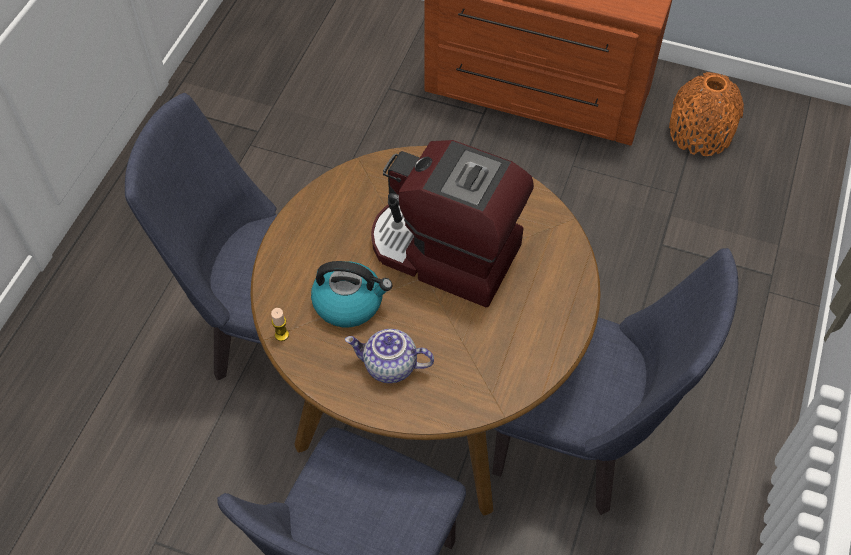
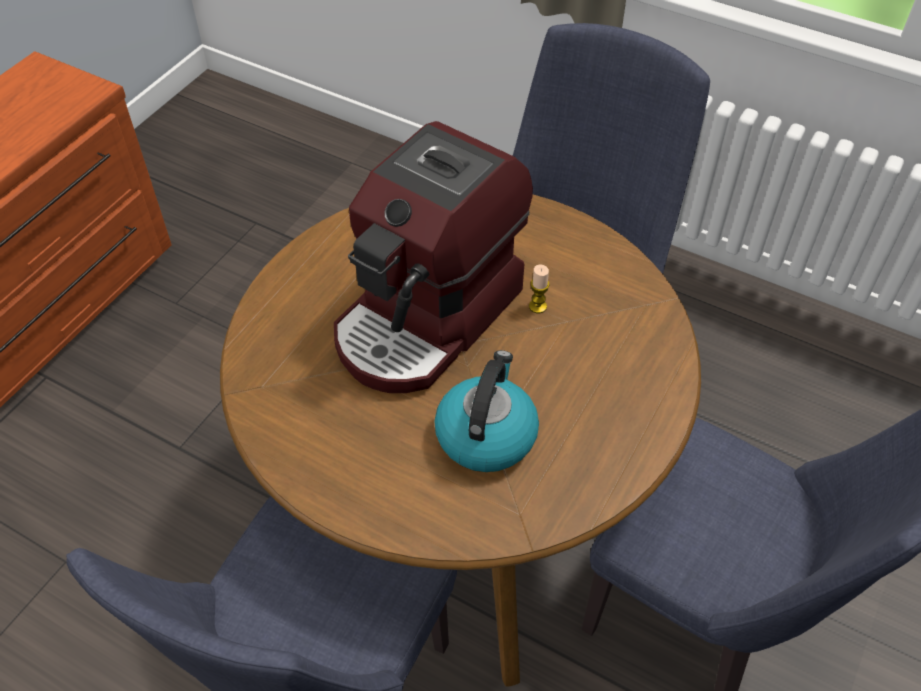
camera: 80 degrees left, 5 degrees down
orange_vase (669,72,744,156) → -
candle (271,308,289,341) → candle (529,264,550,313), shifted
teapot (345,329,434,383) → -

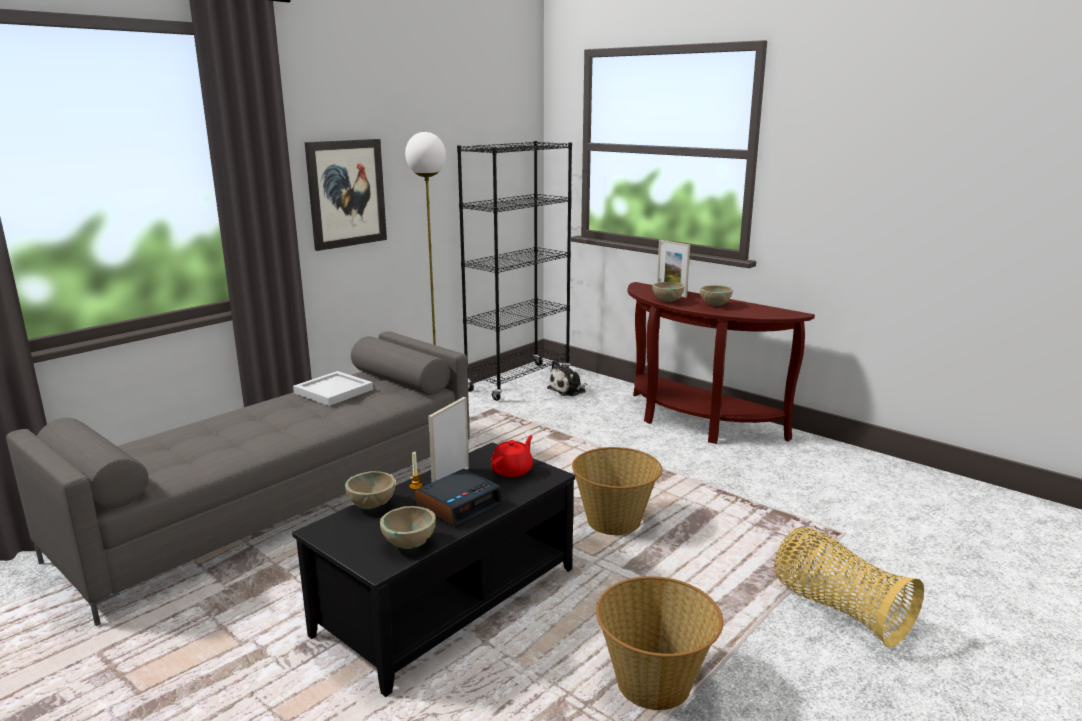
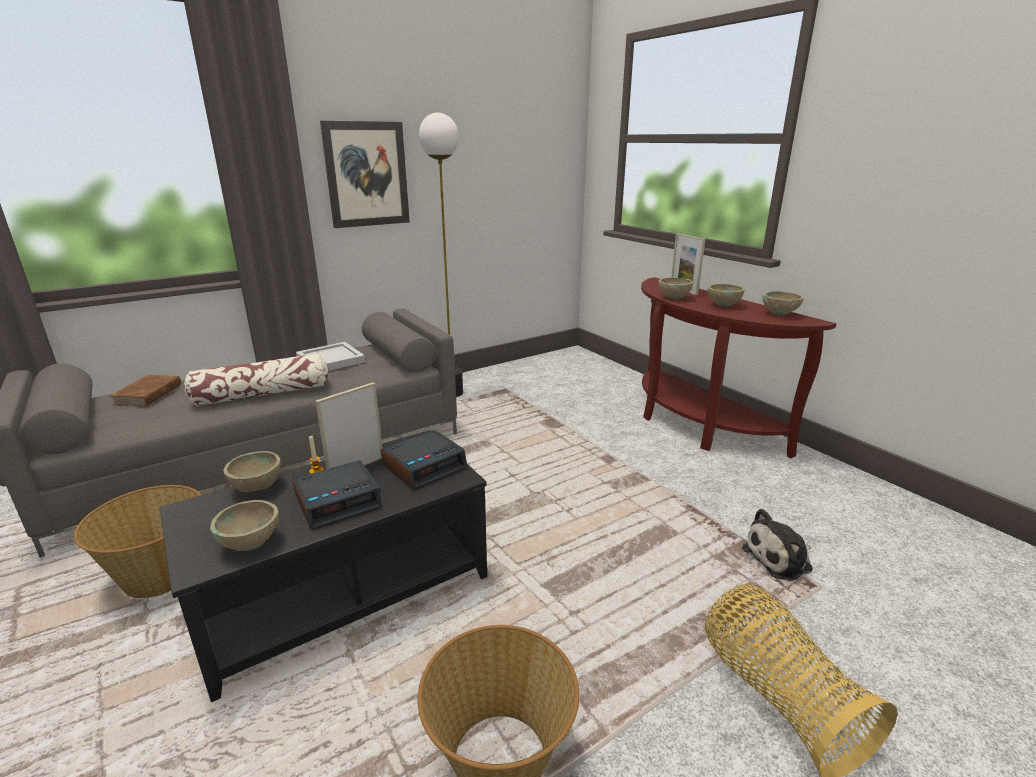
camera: 15 degrees right, 5 degrees up
black_bookcase (457,141,572,401) → -
plush_toy (547,361,587,396) → plush_toy (742,509,813,581), shifted
red_teapot (491,435,533,477) → alarm_clock (381,430,467,490)
basket (572,447,662,535) → basket (74,485,201,598), shifted
- → beige_bowl (763,291,804,315)
- → pillow (184,353,328,406)
- → brown_book (110,375,181,406)

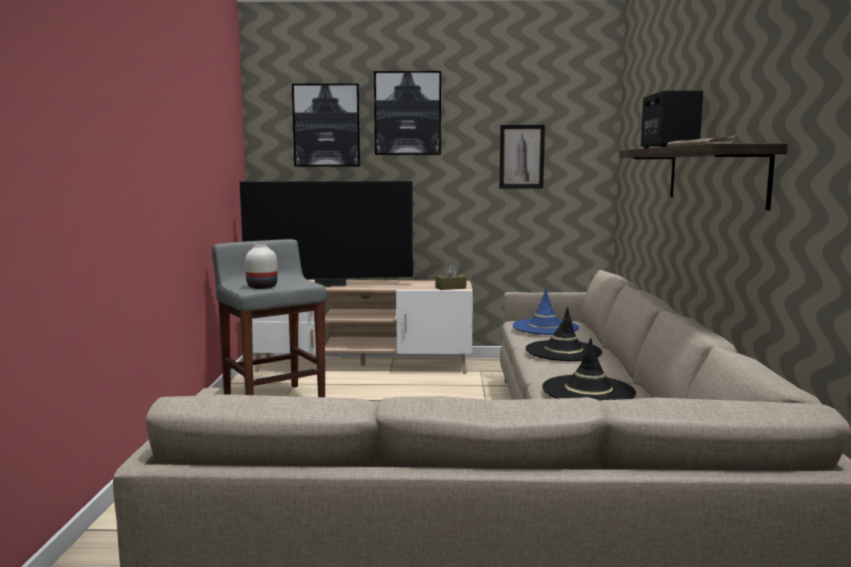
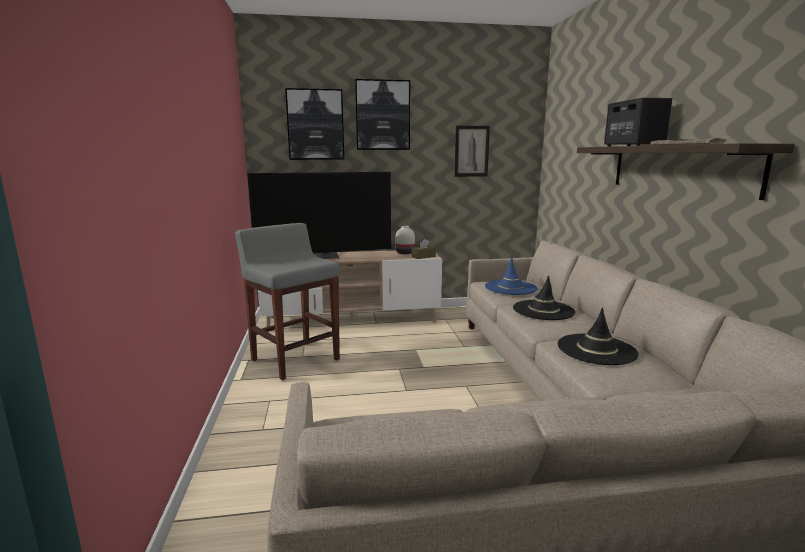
camera: 10 degrees left, 5 degrees up
white_vase (245,244,278,289) → white_vase (396,226,415,254), shifted

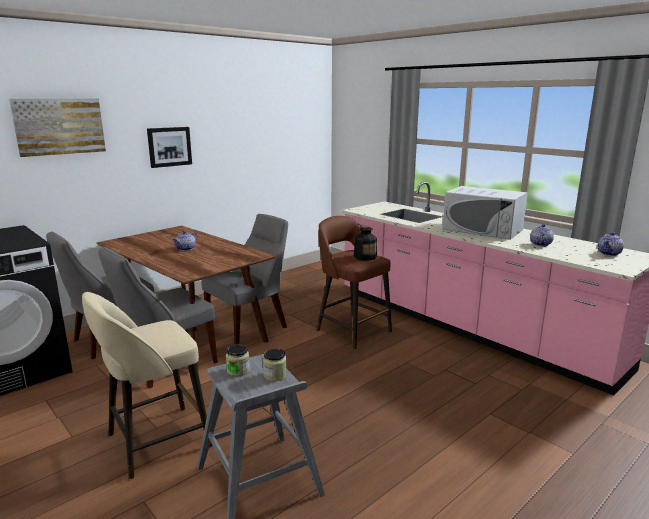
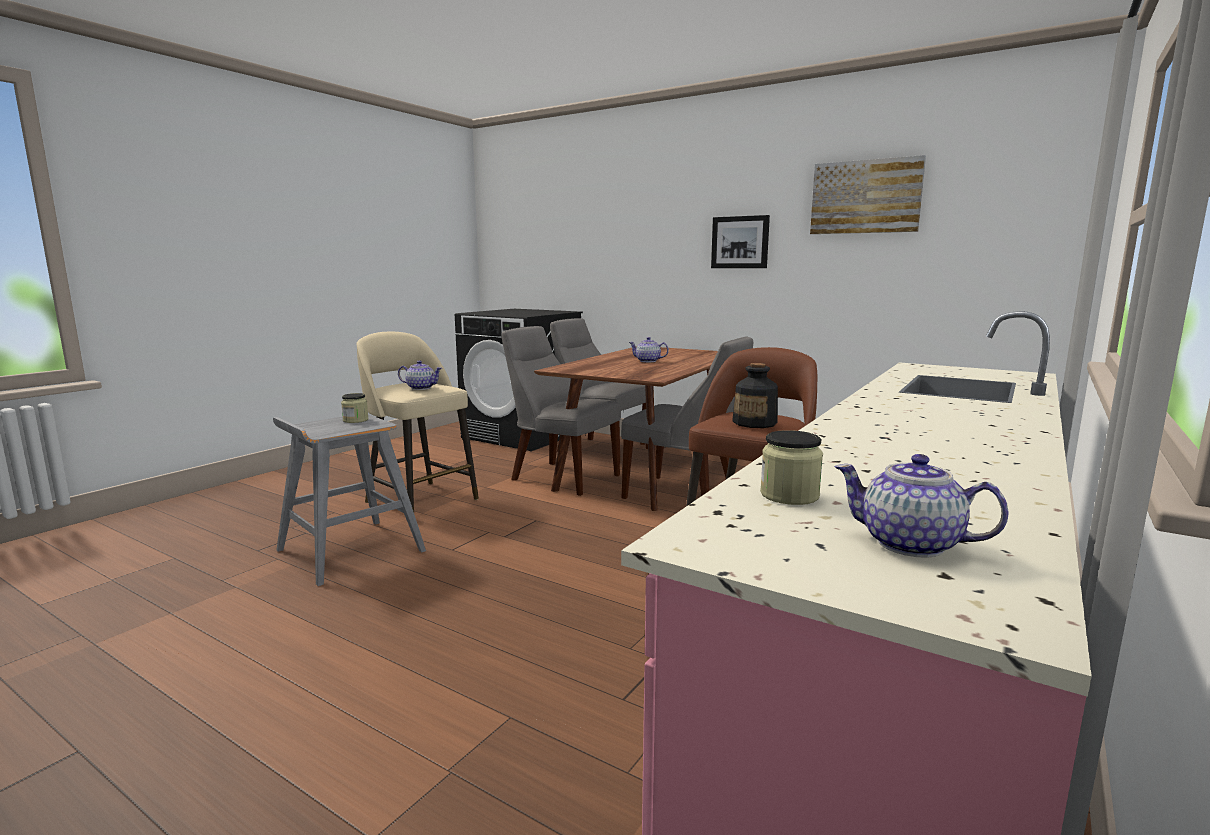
camera: 75 degrees right, 5 degrees down
picture (9,98,106,157) → picture (810,155,926,234), shifted
white_microwave (443,186,528,240) → -
teapot (530,224,554,246) → teapot (398,360,442,390), shifted
jar (263,348,287,381) → jar (760,430,823,505), shifted

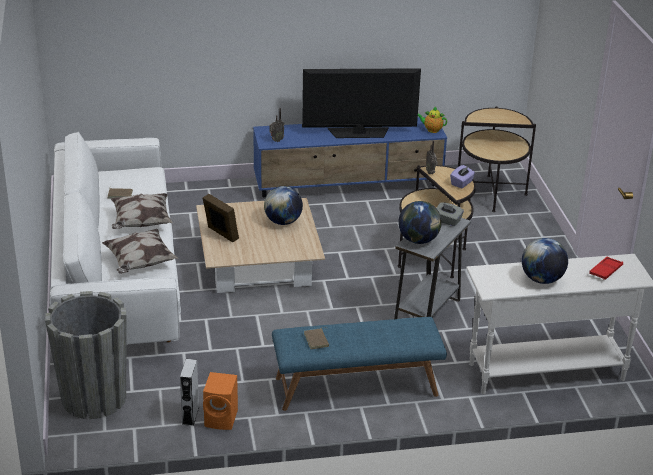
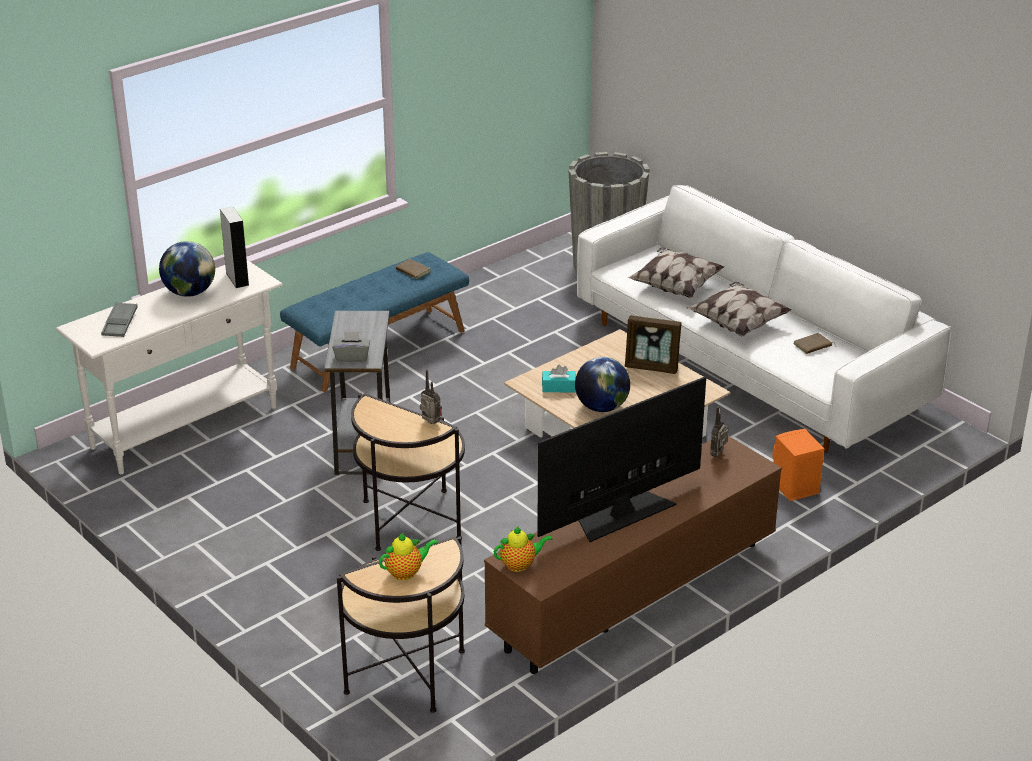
camera: 150 degrees right, 0 degrees up
blue_tv_stand (253,117,447,197) → brown_tv_stand (484,436,782,674)
purple_tissue_box (450,165,475,189) → -
globe (398,201,442,244) → -
red_tray (589,256,623,280) → grey_tray (101,302,138,337)
grey_speaker (180,359,199,426) → grey_speaker (220,206,249,288), shifted
orange_speaker (203,372,238,430) → orange_speaker (772,429,824,501), shifted
- → turquoise_tissue_box (542,364,576,392)
- → teapot (379,533,438,580)

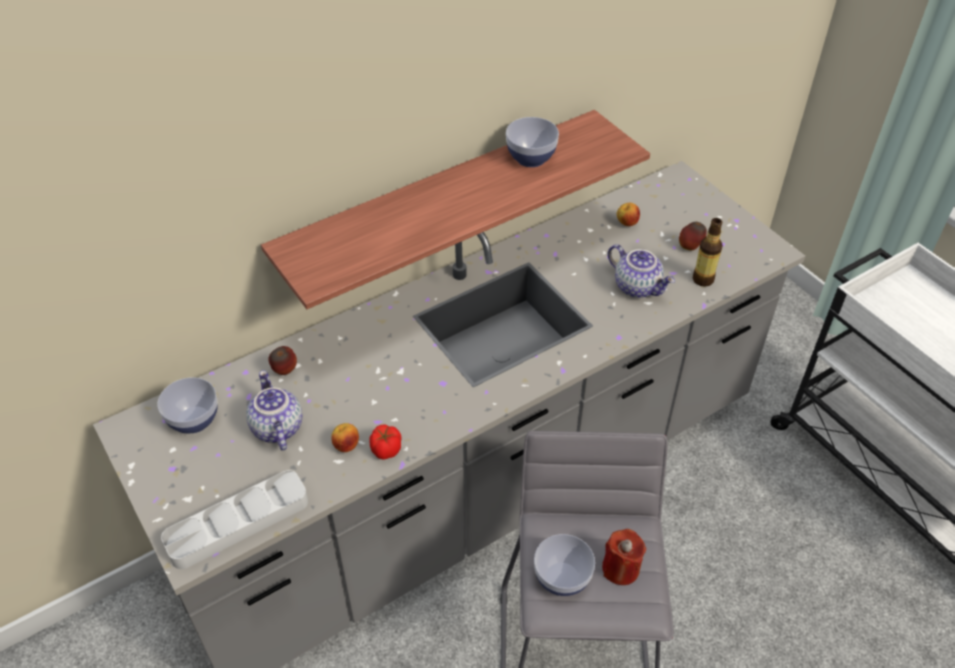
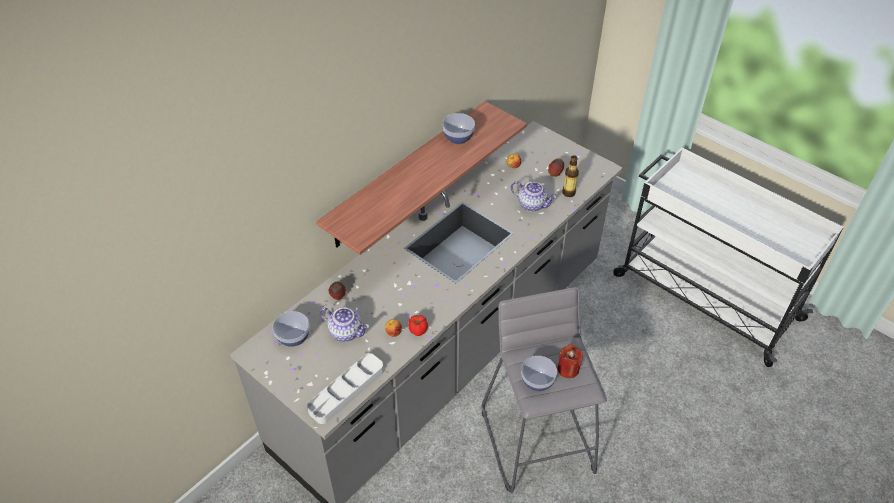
camera: 15 degrees left, 0 degrees up
teapot (246,370,302,451) → teapot (319,307,369,342), 150 degrees clockwise

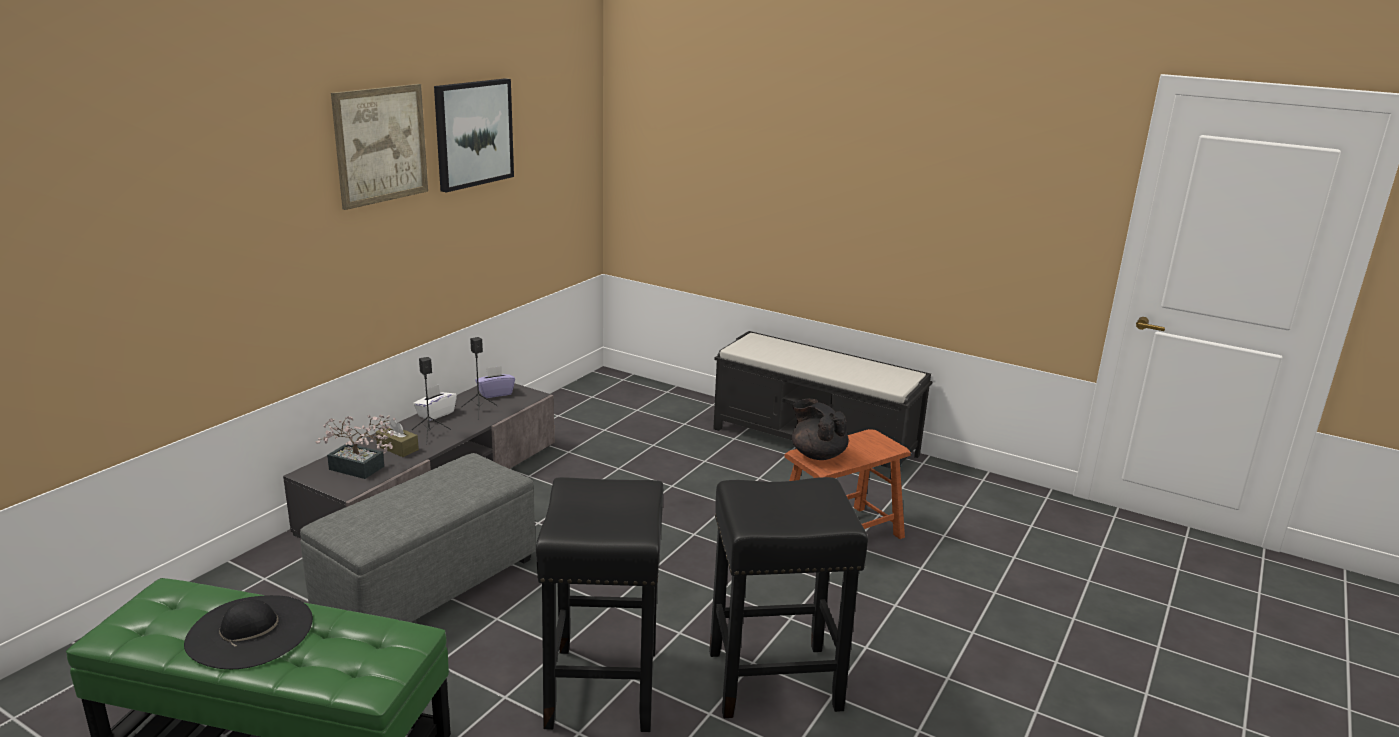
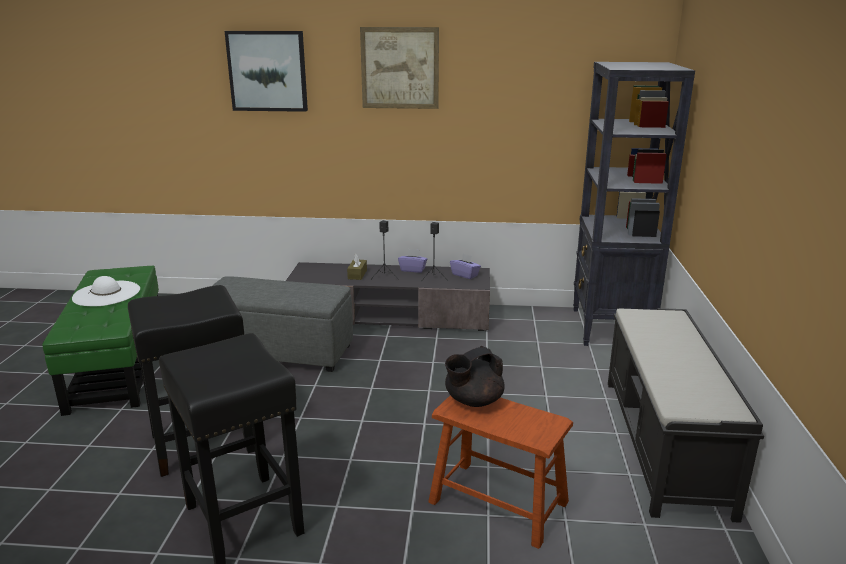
camera: 65 degrees right, 0 degrees up
picture (434,78,514,192) → picture (224,31,308,112), shifted
white_tissue_box (413,384,457,421) → purple_tissue_box (398,249,427,273)
black_teapot (792,399,849,460) → black_teapot (445,346,505,407), 150 degrees counterclockwise
potted_plant (315,414,395,479) → -
black_hat (184,595,313,669) → white_hat (72,276,140,306)
- → black_bookcase (573,62,695,346)

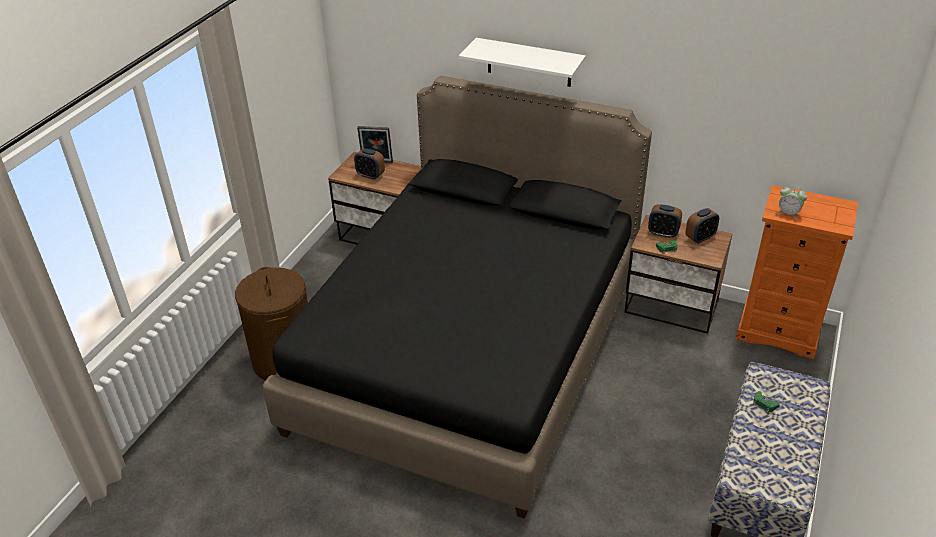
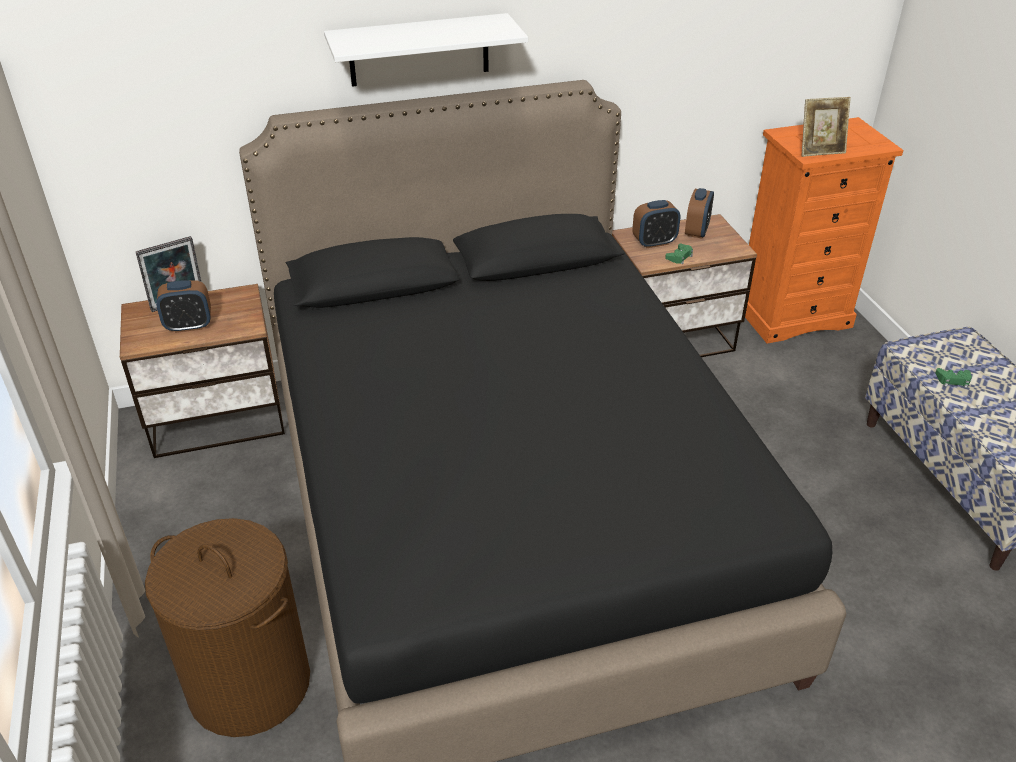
camera: 40 degrees left, 0 degrees up
alarm_clock (776,185,807,220) → picture_frame (802,97,851,157)

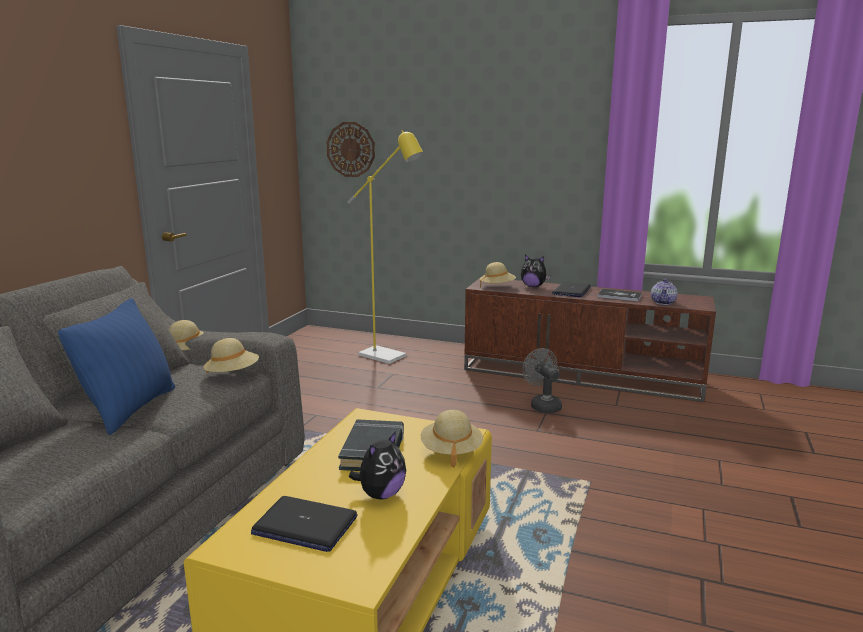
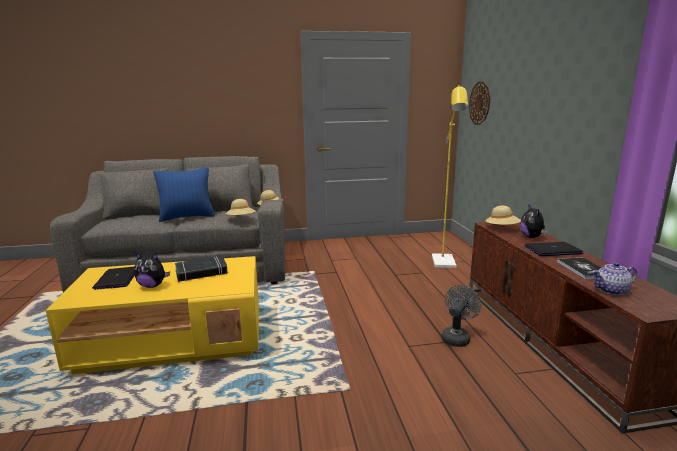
camera: 60 degrees right, 0 degrees up
beige_hat (421,410,483,468) → -

